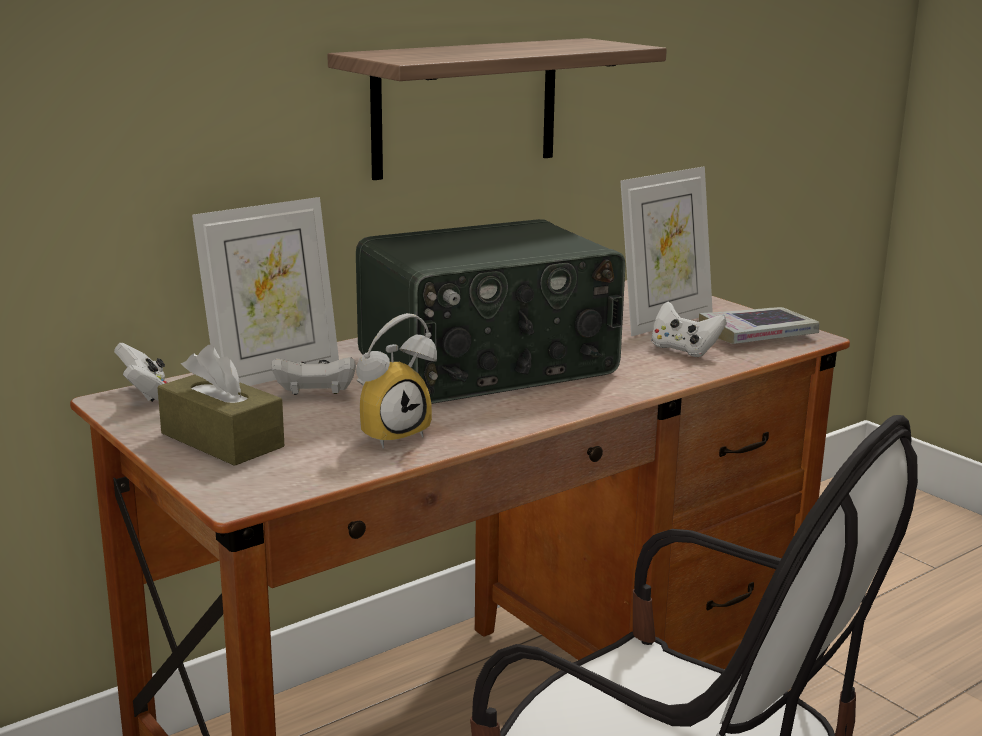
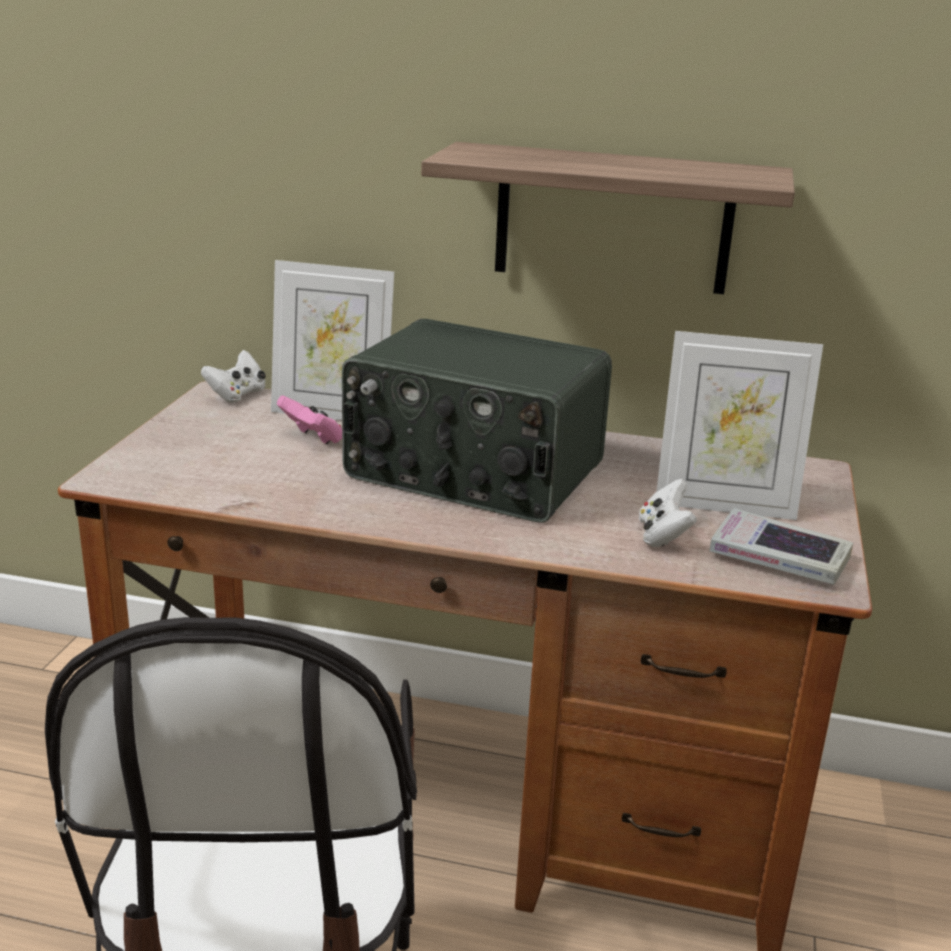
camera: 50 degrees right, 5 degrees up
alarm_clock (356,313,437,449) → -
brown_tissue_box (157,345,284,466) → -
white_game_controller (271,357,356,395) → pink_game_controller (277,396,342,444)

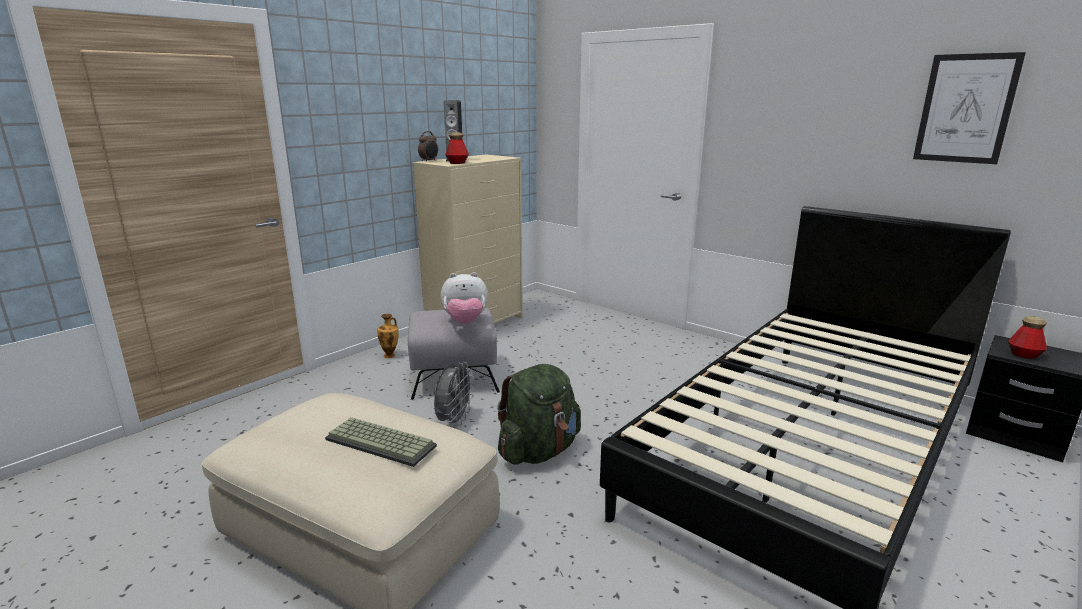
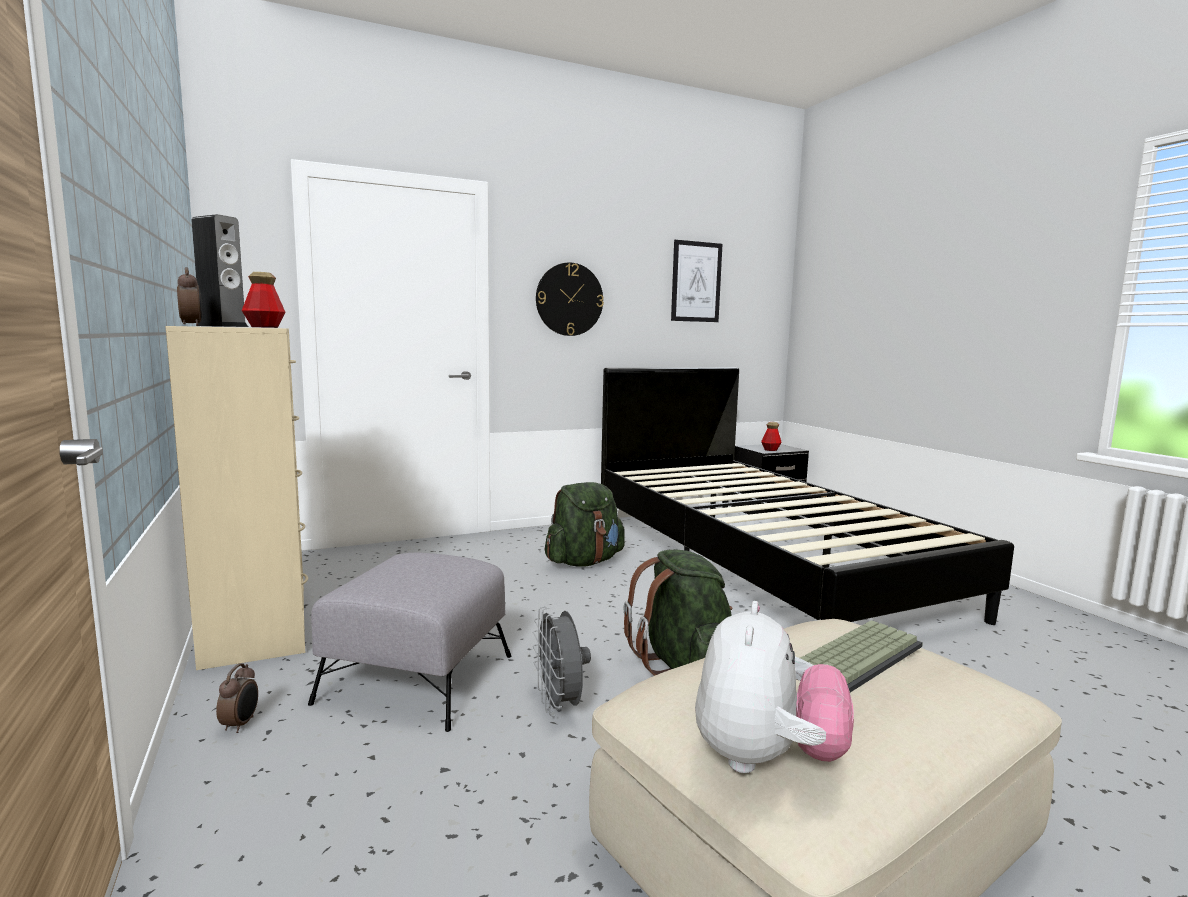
camera: 65 degrees left, 10 degrees down
plush_toy (441,272,488,324) → plush_toy (695,601,854,773), shifted
vase (377,314,399,358) → alarm_clock (216,663,258,733)
grey_fan (434,362,475,428) → grey_fan (533,607,591,716), 150 degrees counterclockwise
- → wall_clock (536,262,604,336)
- → green_backpack (545,482,625,567)

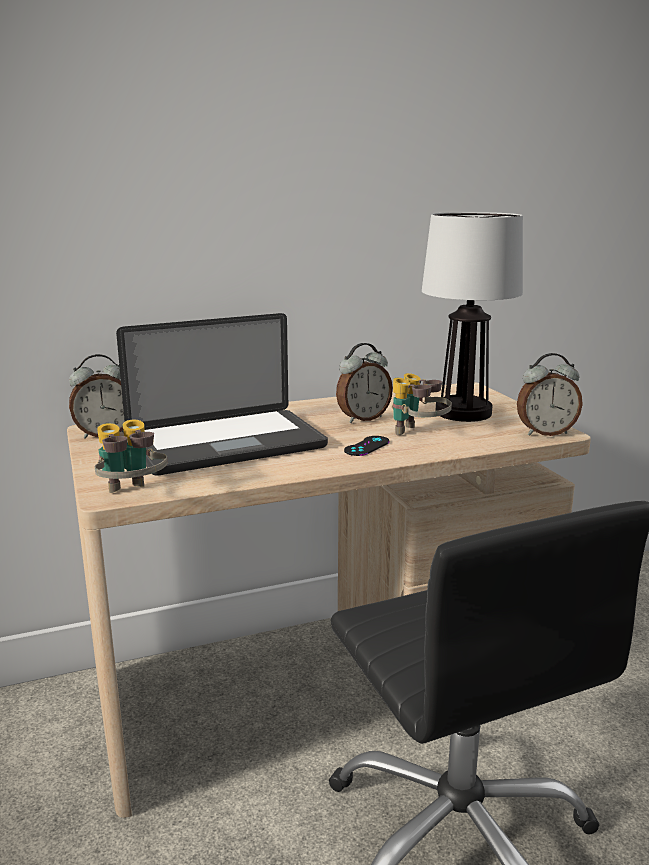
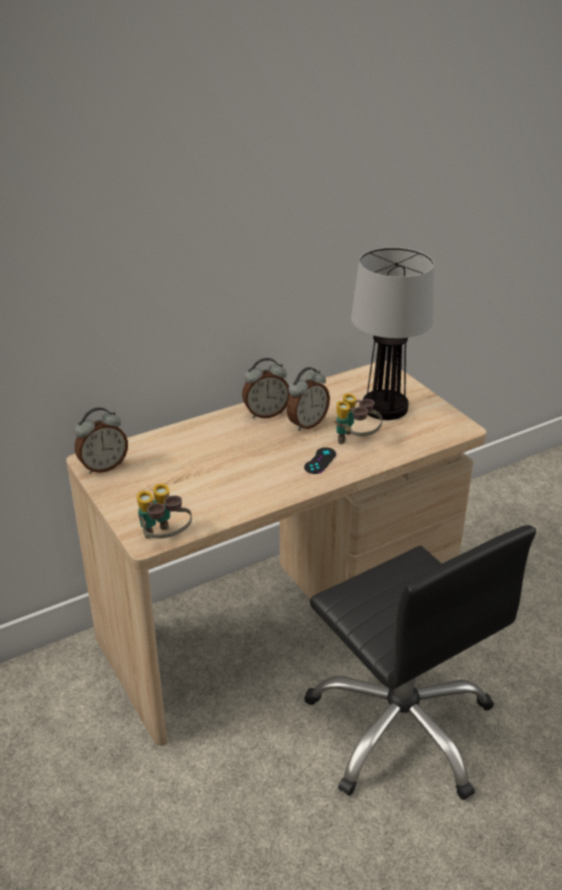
camera: 10 degrees left, 15 degrees up
laptop (116,313,328,476) → -
alarm_clock (517,353,583,436) → alarm_clock (242,358,290,418), shifted

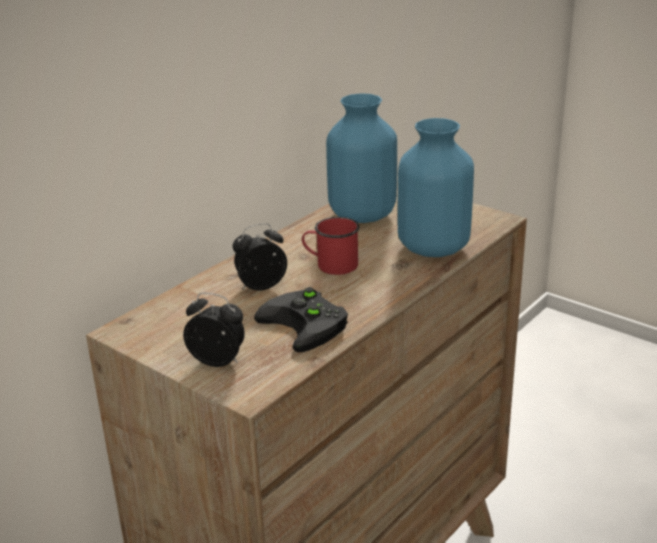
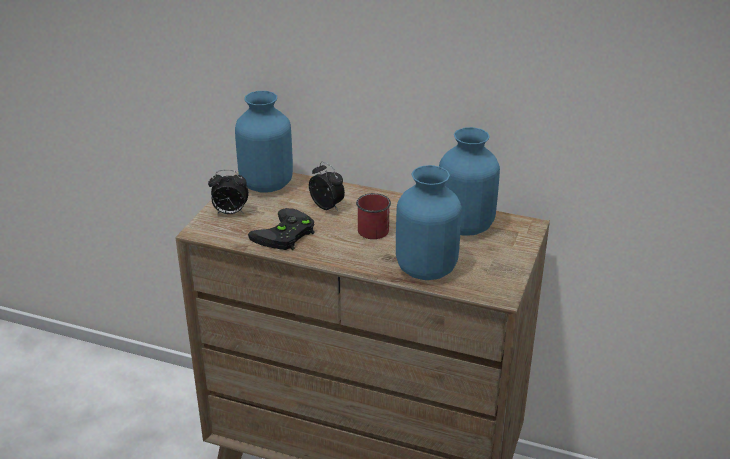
camera: 70 degrees right, 5 degrees up
alarm_clock (183,292,245,367) → alarm_clock (208,170,249,214), 90 degrees clockwise
- → blue_vase (235,91,293,192)

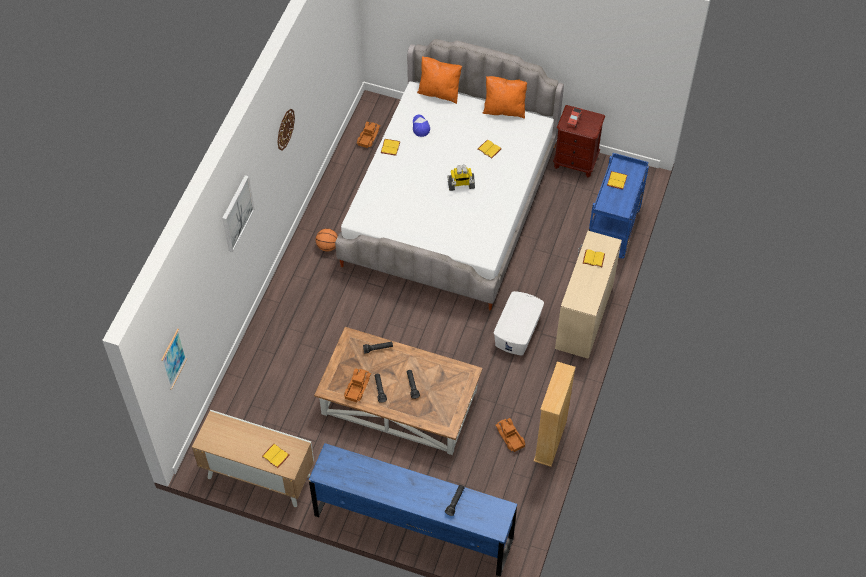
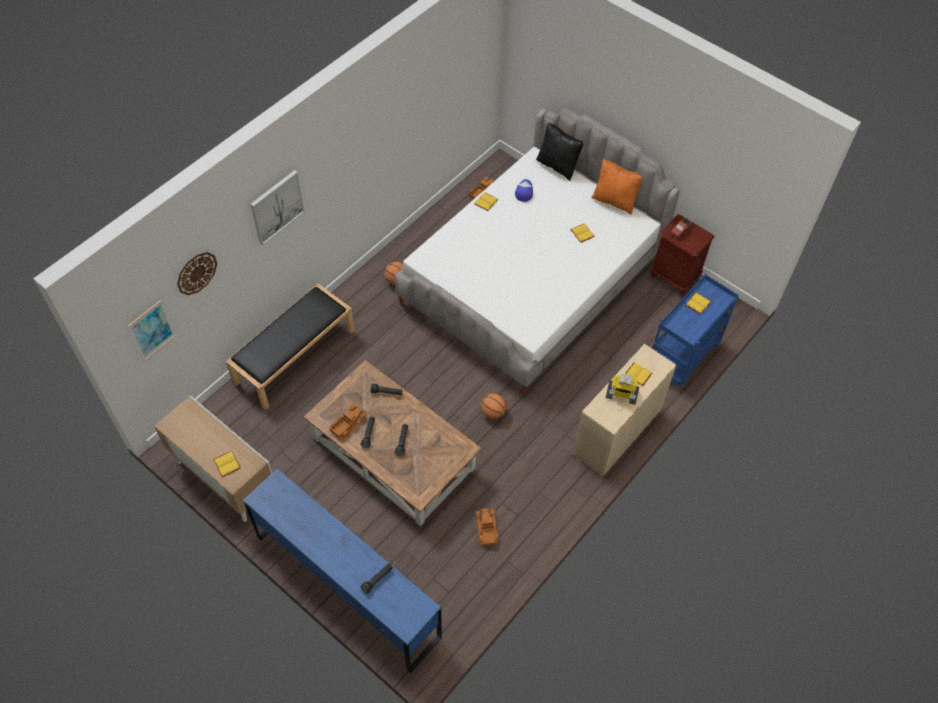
camera: 20 degrees right, 0 degrees up
orange_pillow (417,56,462,104) → black_pillow (536,122,584,181)
wall_clock (277,109,295,151) → wall_clock (177,252,217,295), shifted
toy_robot (448,165,475,191) → toy_robot (606,374,639,405), shifted
white_storage_box (494,291,544,355) → -
beige_bookcase (534,362,576,467) → -
- → black_bench (226,284,355,410)
- → basketball (481,393,507,419)

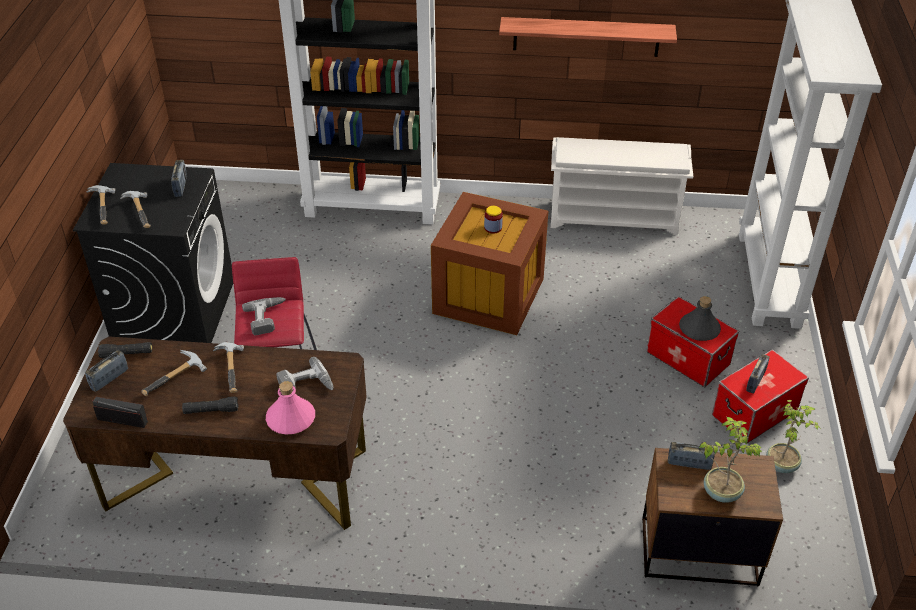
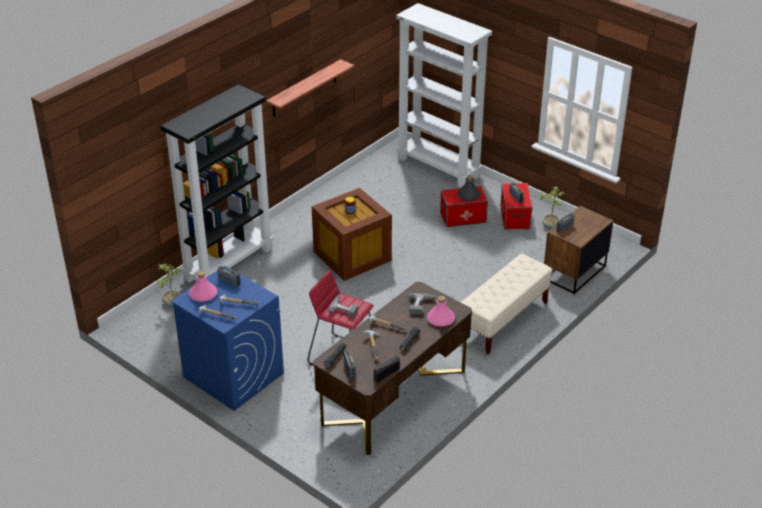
camera: 55 degrees left, 5 degrees down
white_shoe_rack (551,137,693,235) → -
black_washing_machine (73,163,233,343) → blue_washing_machine (171,266,284,411)
potted_plant (699,417,762,503) → potted_plant (158,264,181,307), shifted
- → beige_bench (461,254,552,354)
- → pink_bottle (189,271,218,302)

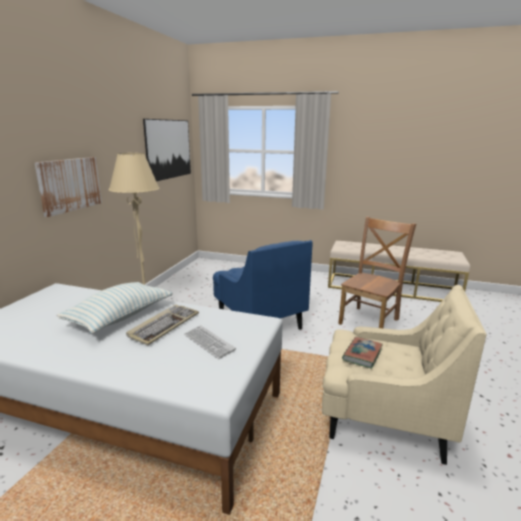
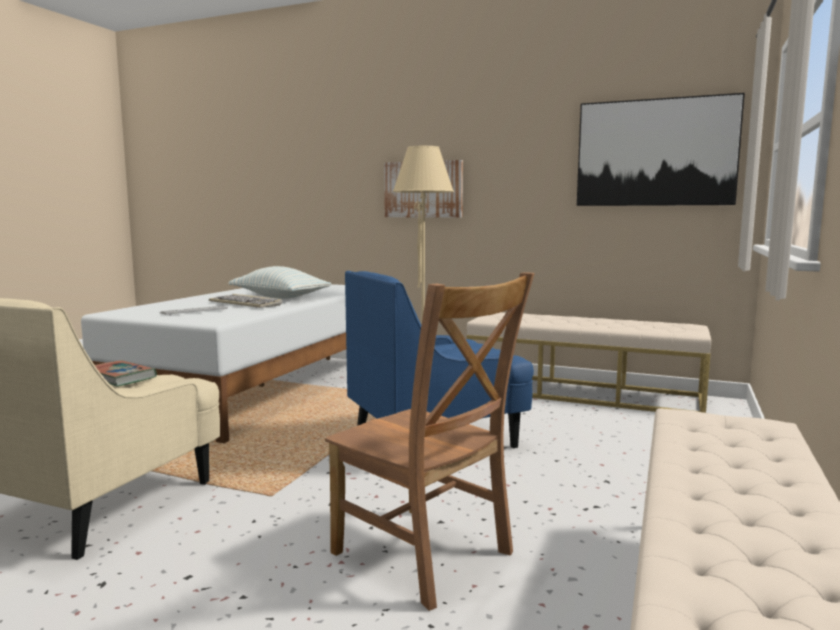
camera: 95 degrees right, 10 degrees down
- → beige_bench (467,312,711,413)

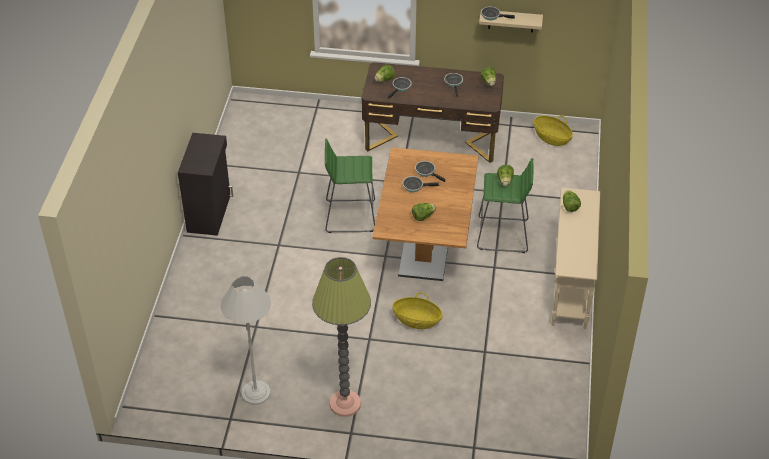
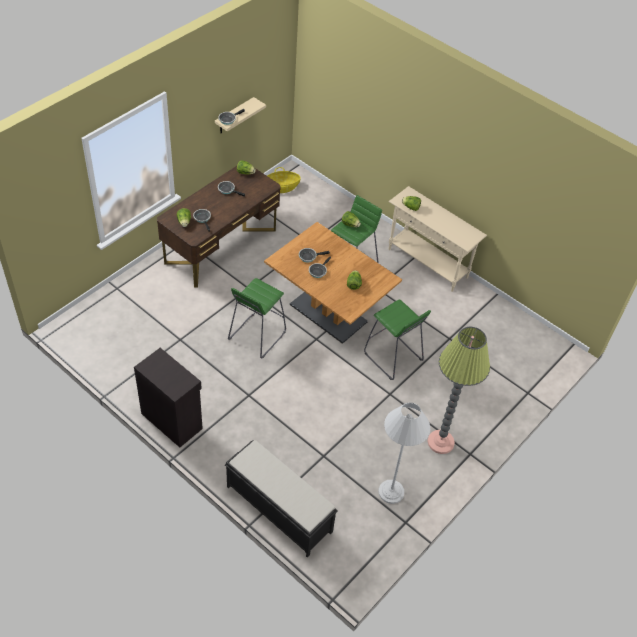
camera: 60 degrees left, 5 degrees up
basket (392,292,443,329) → green_stool (364,299,431,380)
- → black_bench (225,440,338,558)

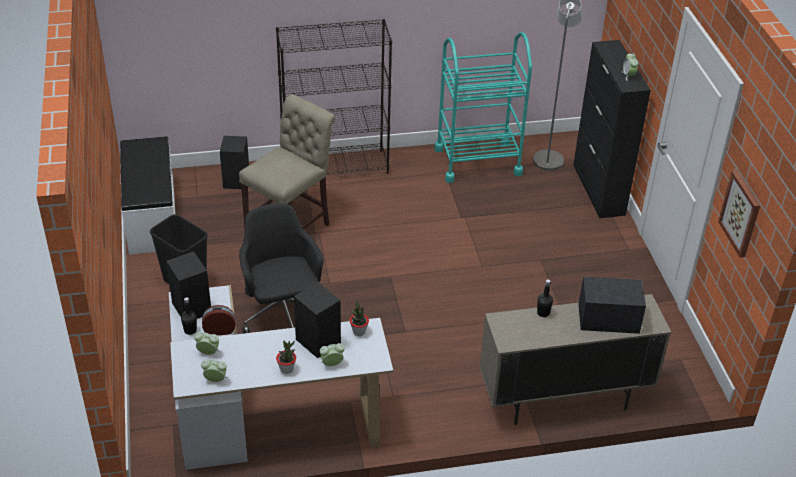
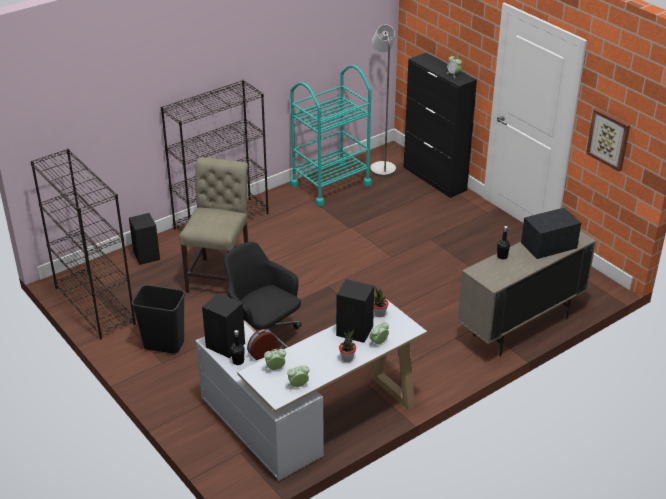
camera: 25 degrees left, 5 degrees down
white_bench (120,136,175,255) → black_bookcase (30,149,136,340)

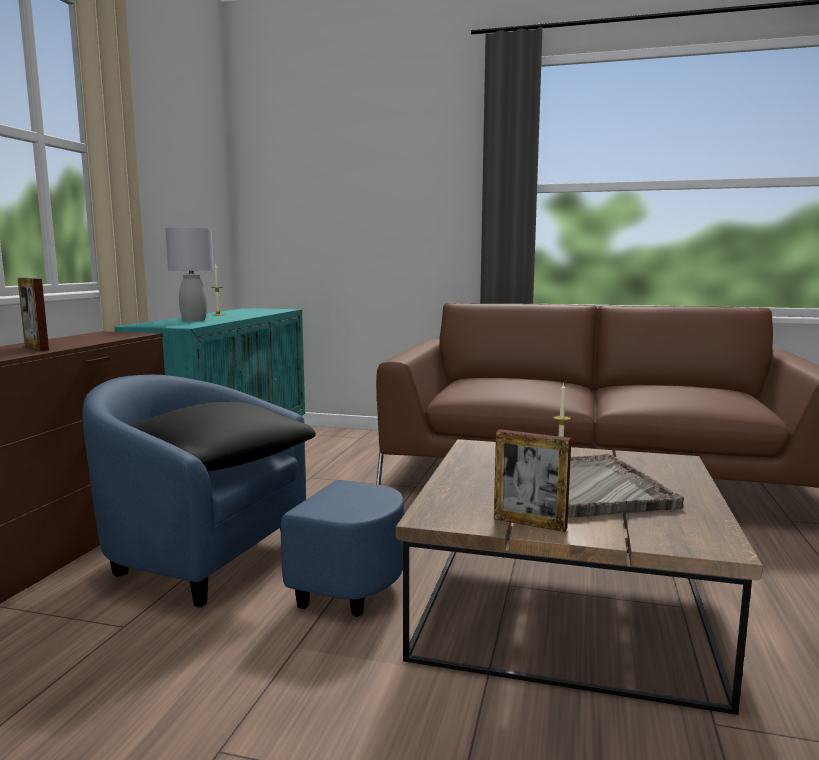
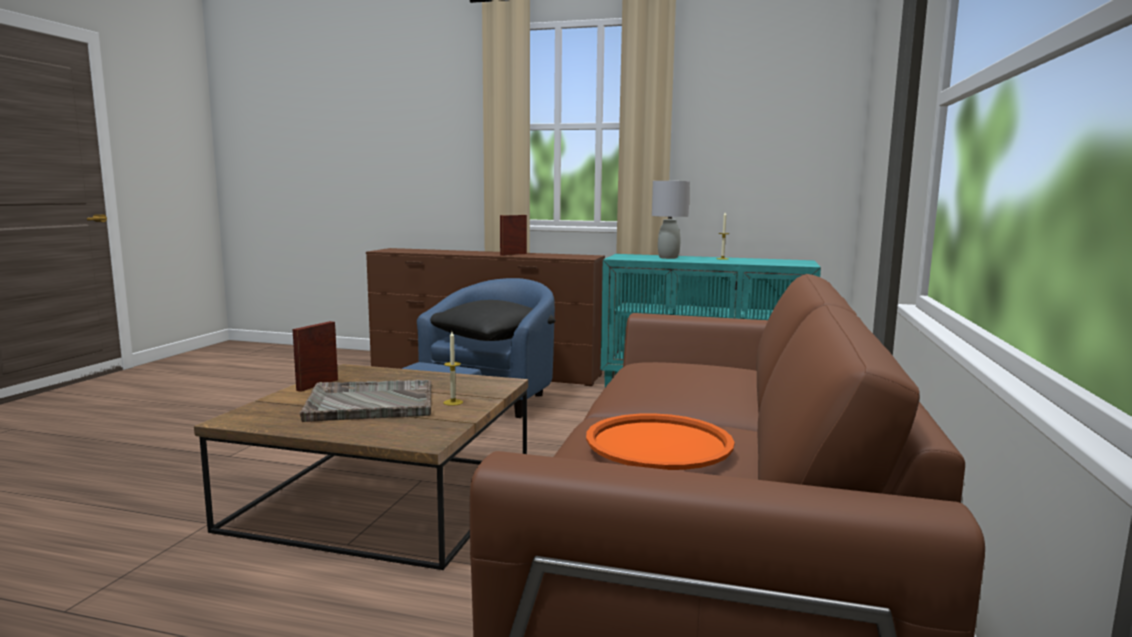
camera: 90 degrees right, 0 degrees up
- → orange_tray (586,413,735,470)

